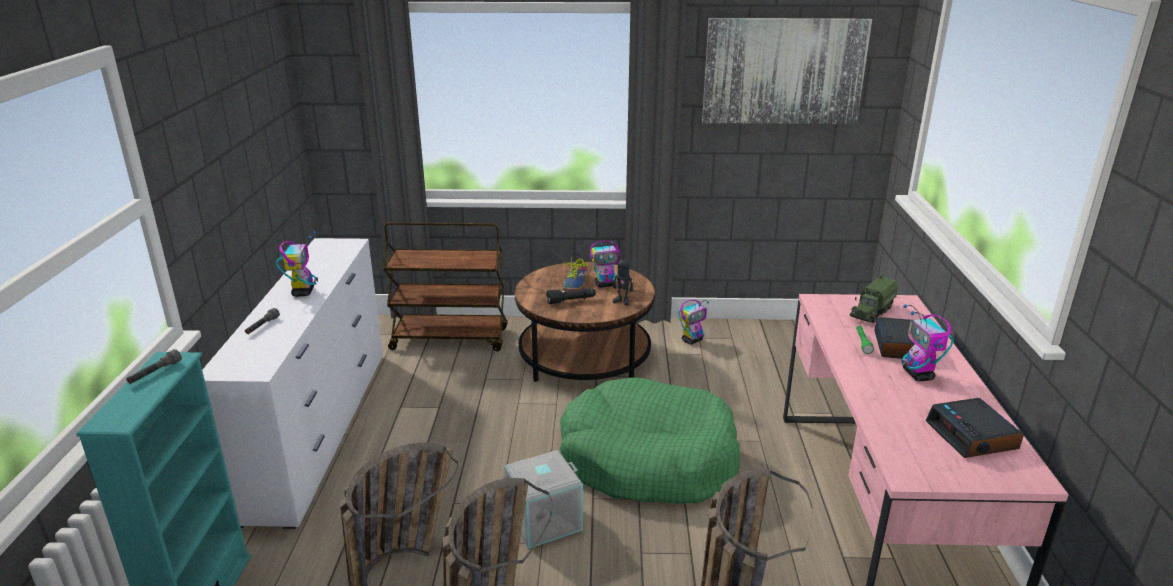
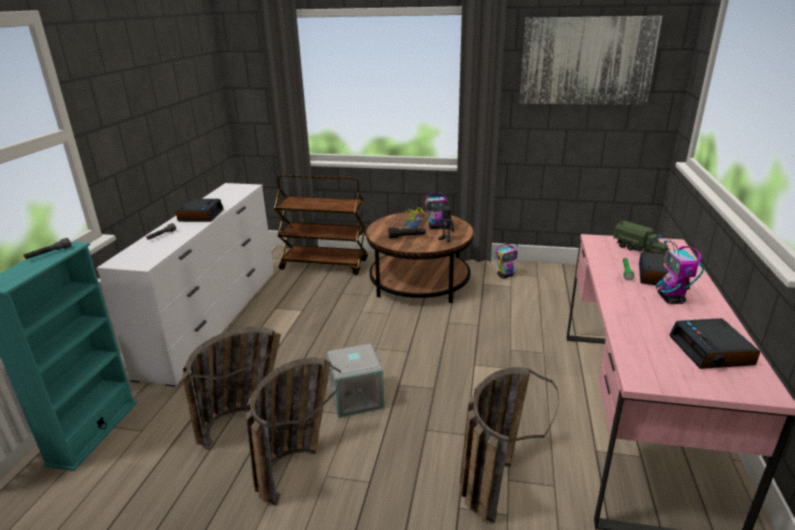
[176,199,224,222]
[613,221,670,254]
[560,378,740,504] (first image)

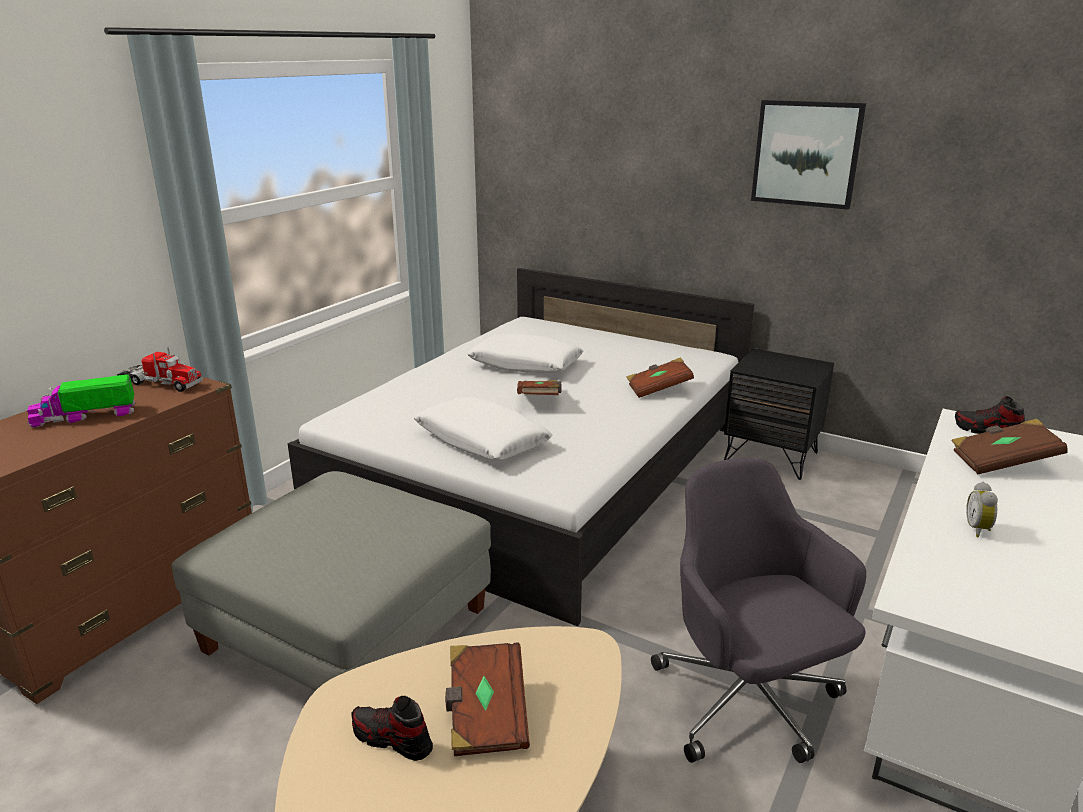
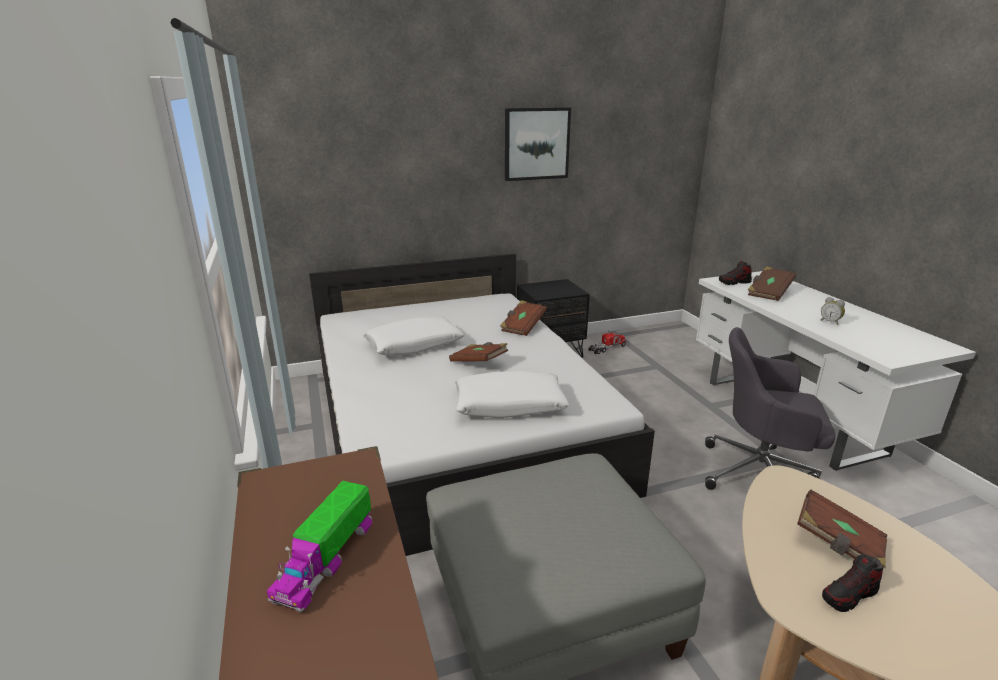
[589,330,627,354]

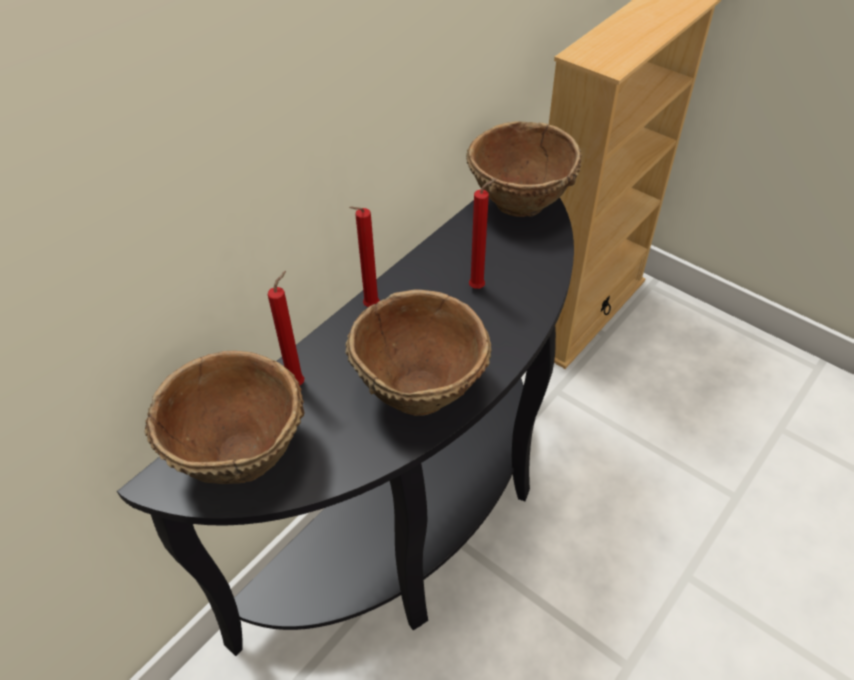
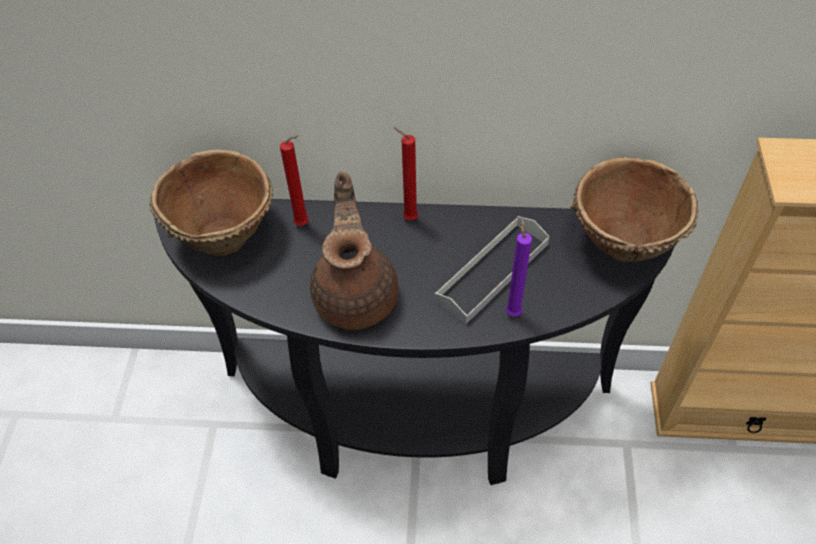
[310,172,398,330]
[434,216,550,324]
[506,216,532,317]

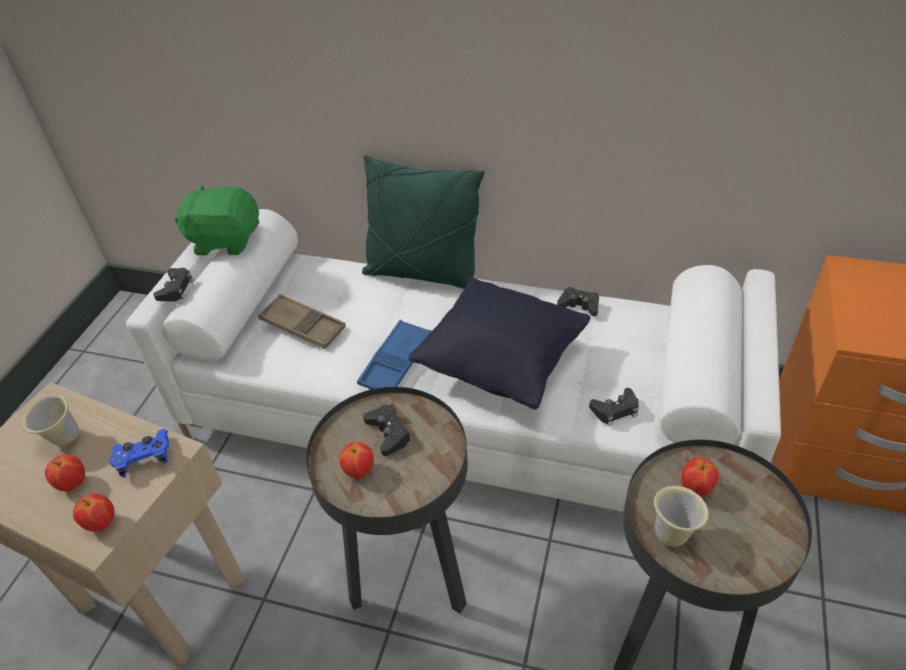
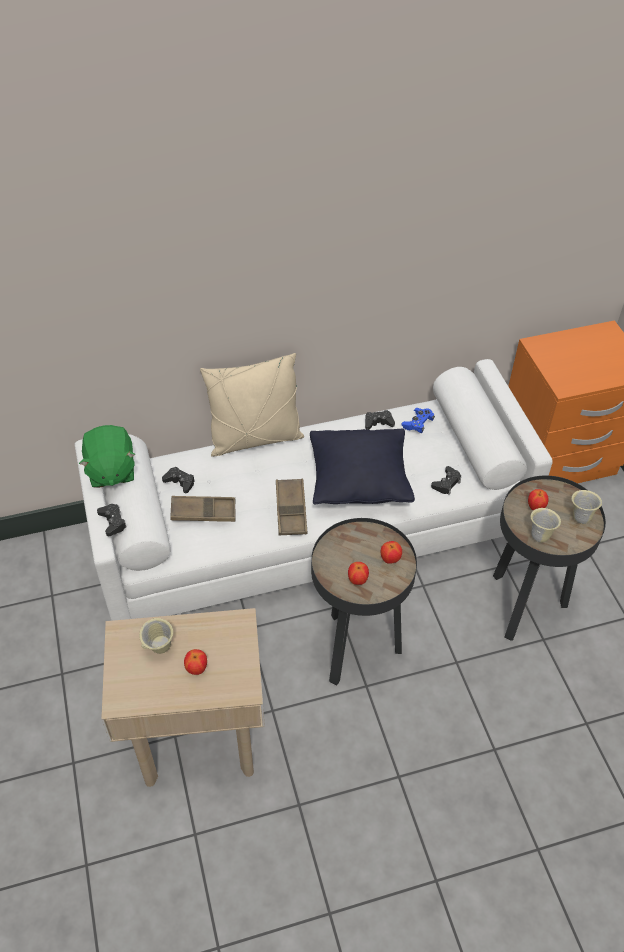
[79,425,135,488]
[162,467,195,493]
[200,353,304,457]
[276,479,307,535]
[381,541,402,564]
[401,408,435,433]
[571,490,602,524]

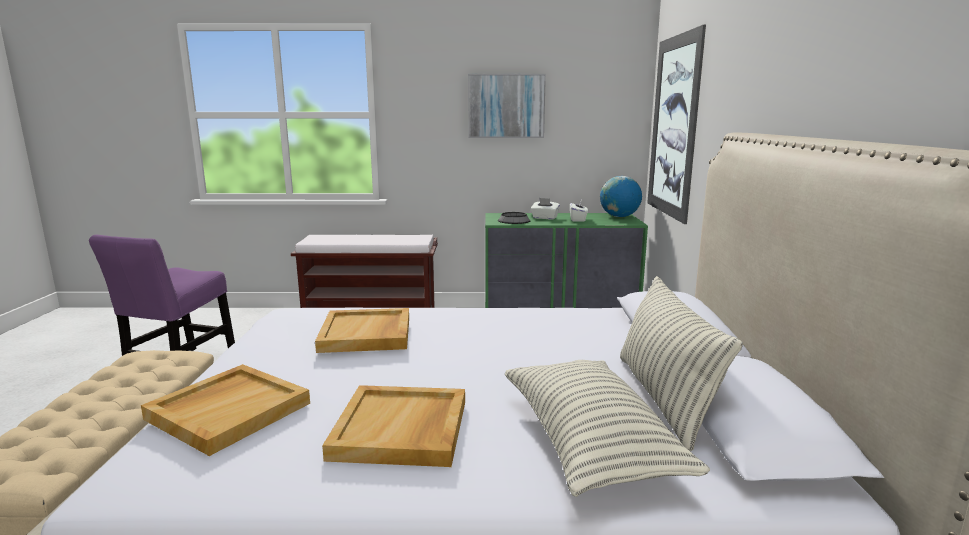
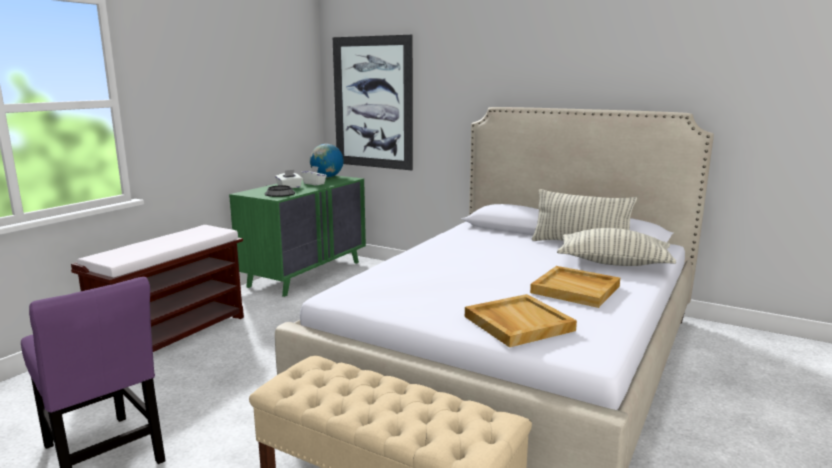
[315,308,409,353] (first image)
[468,74,546,138] (first image)

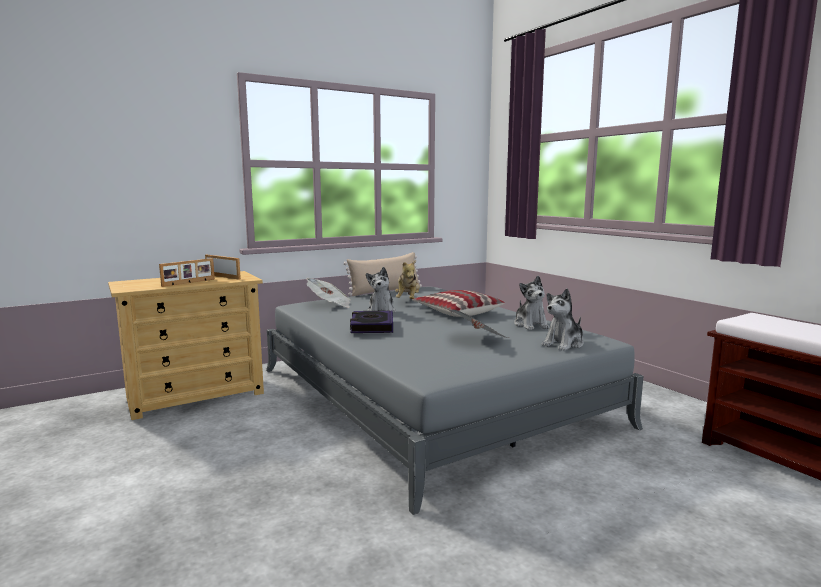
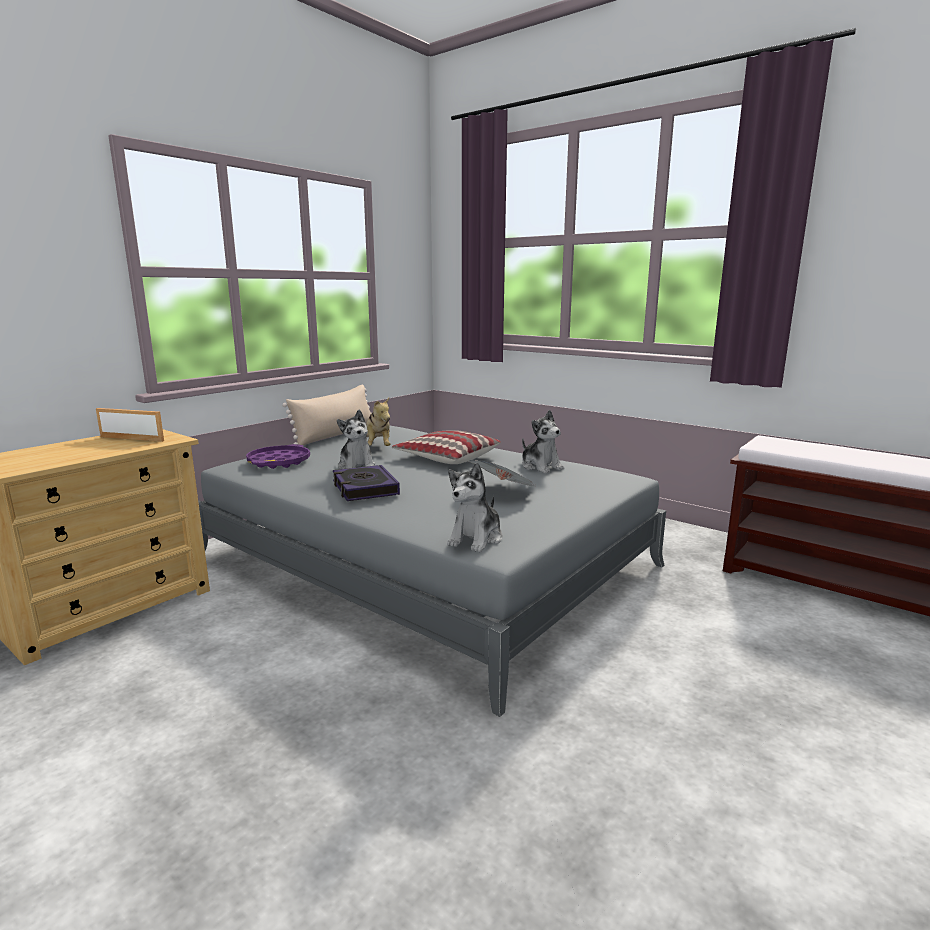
[246,444,310,469]
[447,463,502,552]
[159,258,215,287] (first image)

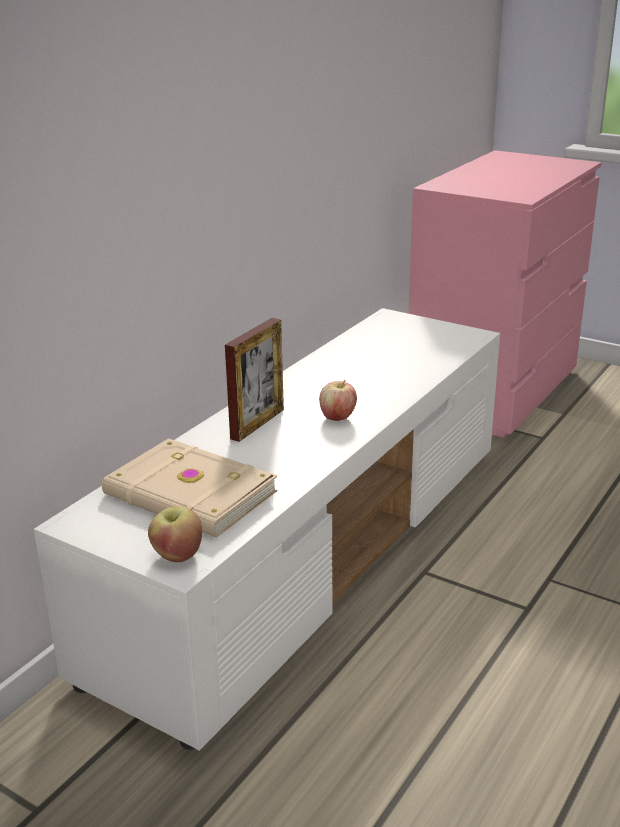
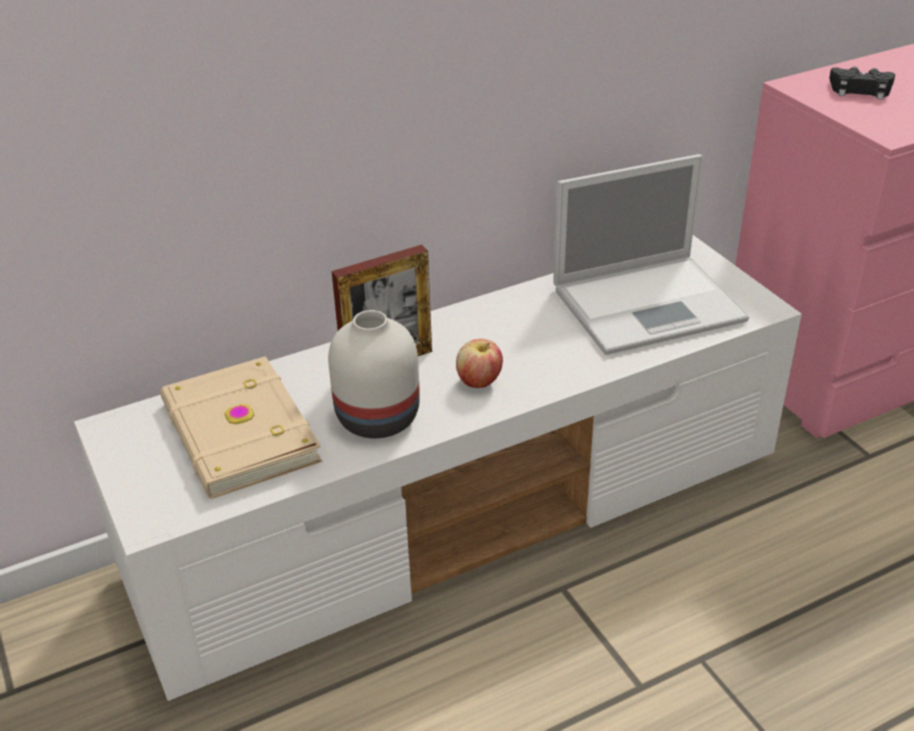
[328,310,420,438]
[553,154,749,355]
[829,66,895,99]
[148,506,202,562] (first image)

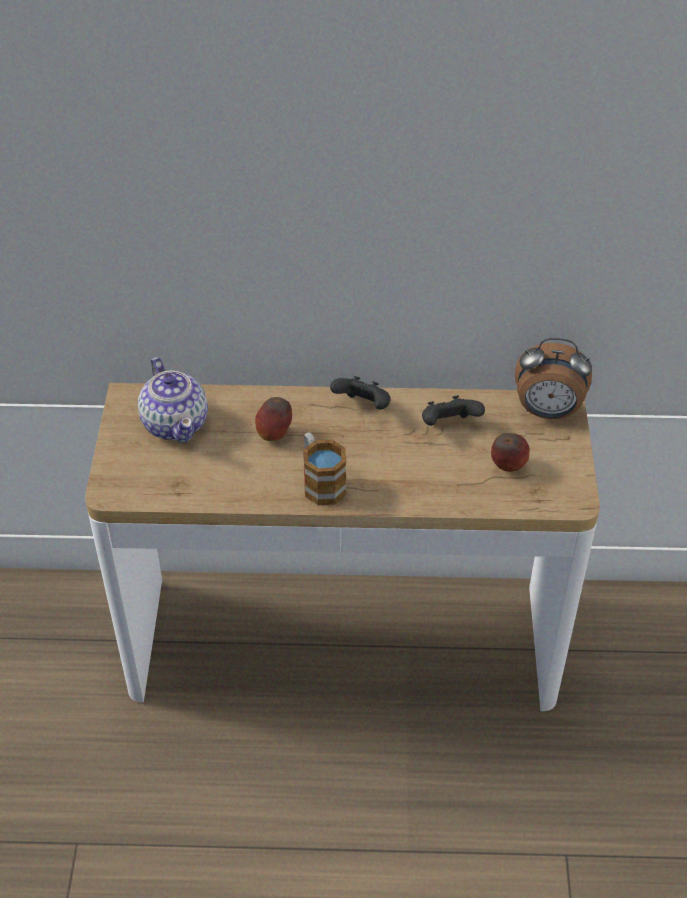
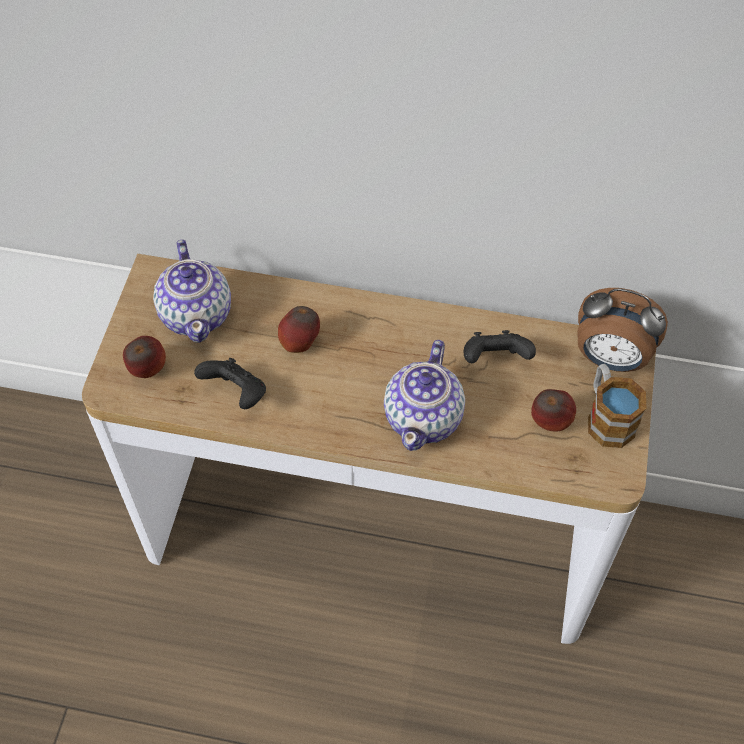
[123,336,166,378]
[194,358,266,409]
[384,340,465,451]
[588,364,646,448]

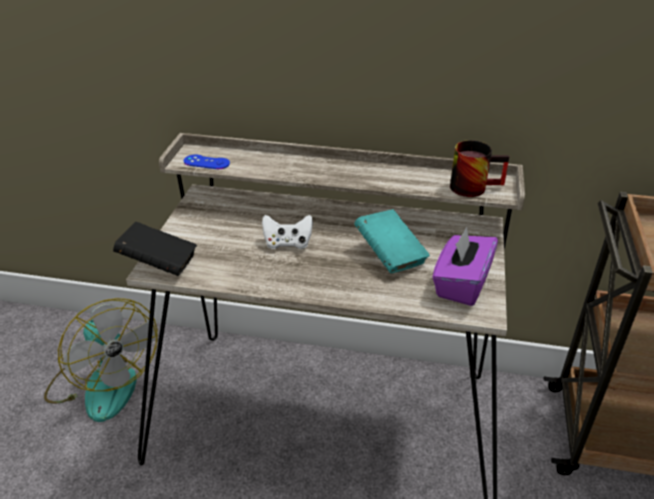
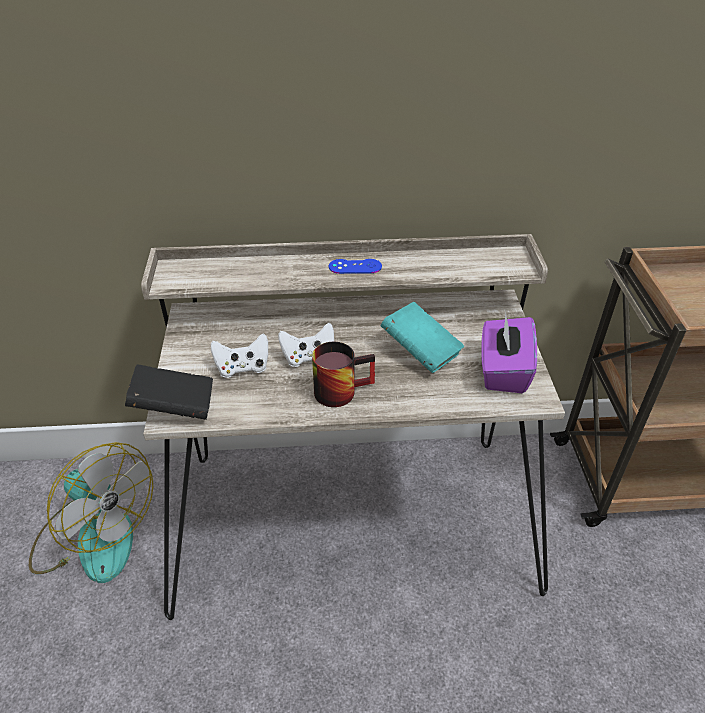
[211,333,268,378]
[312,342,375,407]
[329,259,382,274]

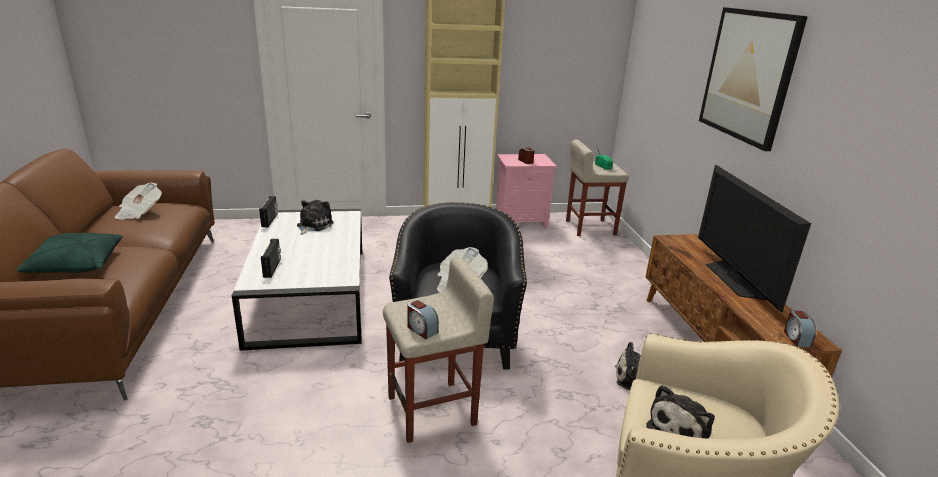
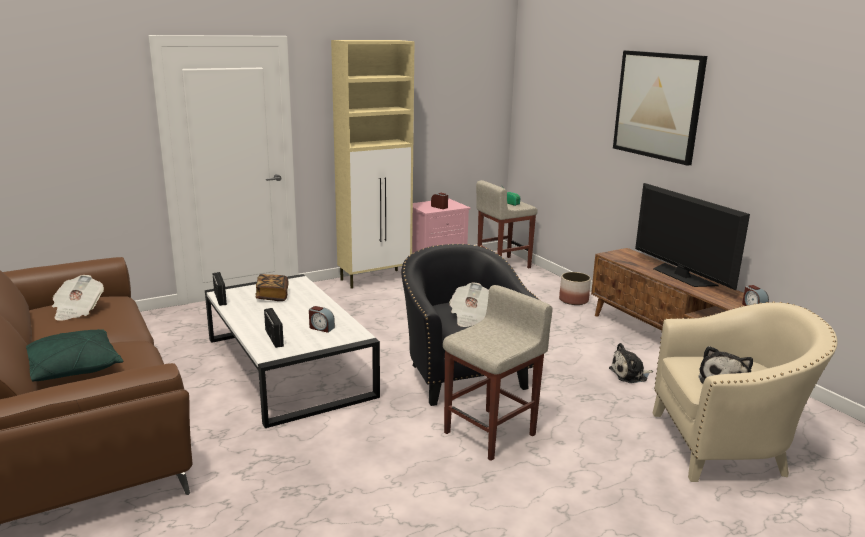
[255,274,289,301]
[309,306,335,333]
[559,272,591,305]

